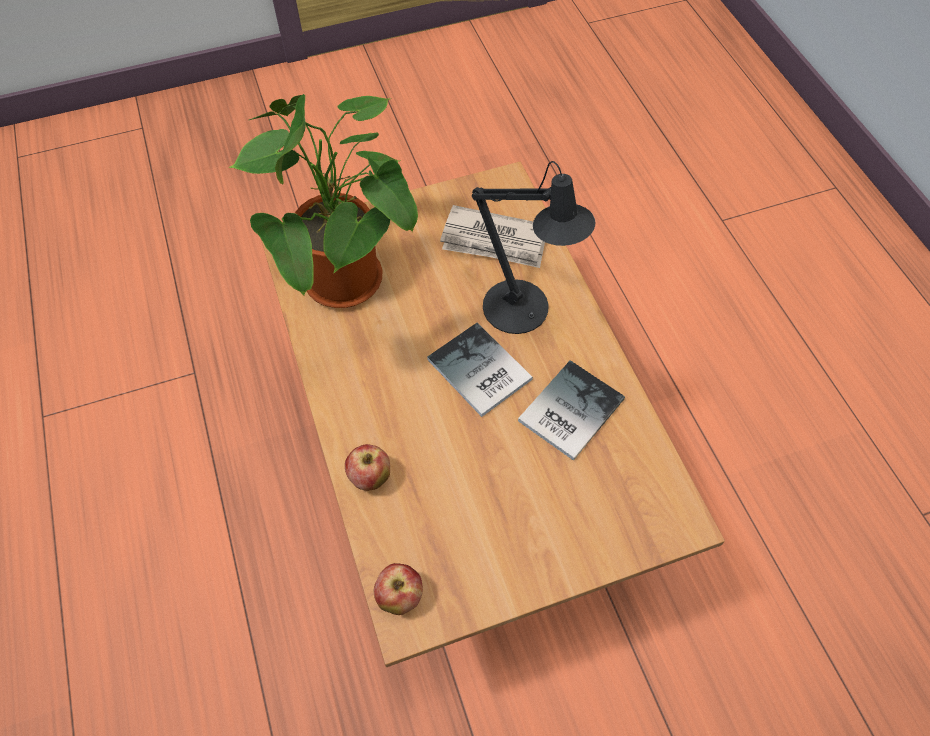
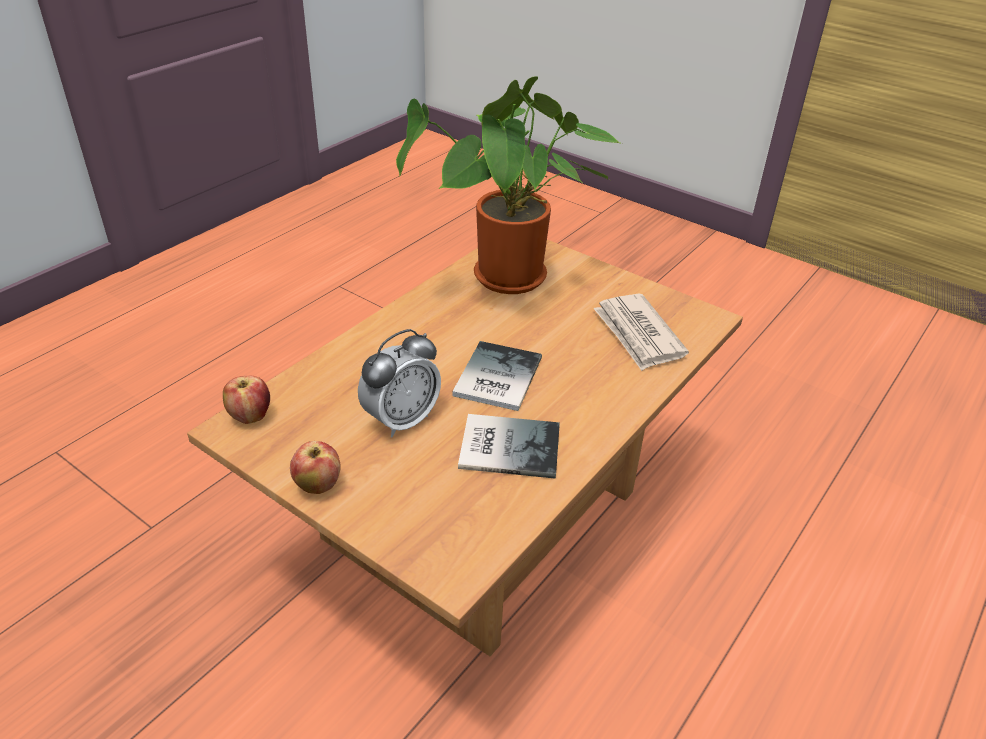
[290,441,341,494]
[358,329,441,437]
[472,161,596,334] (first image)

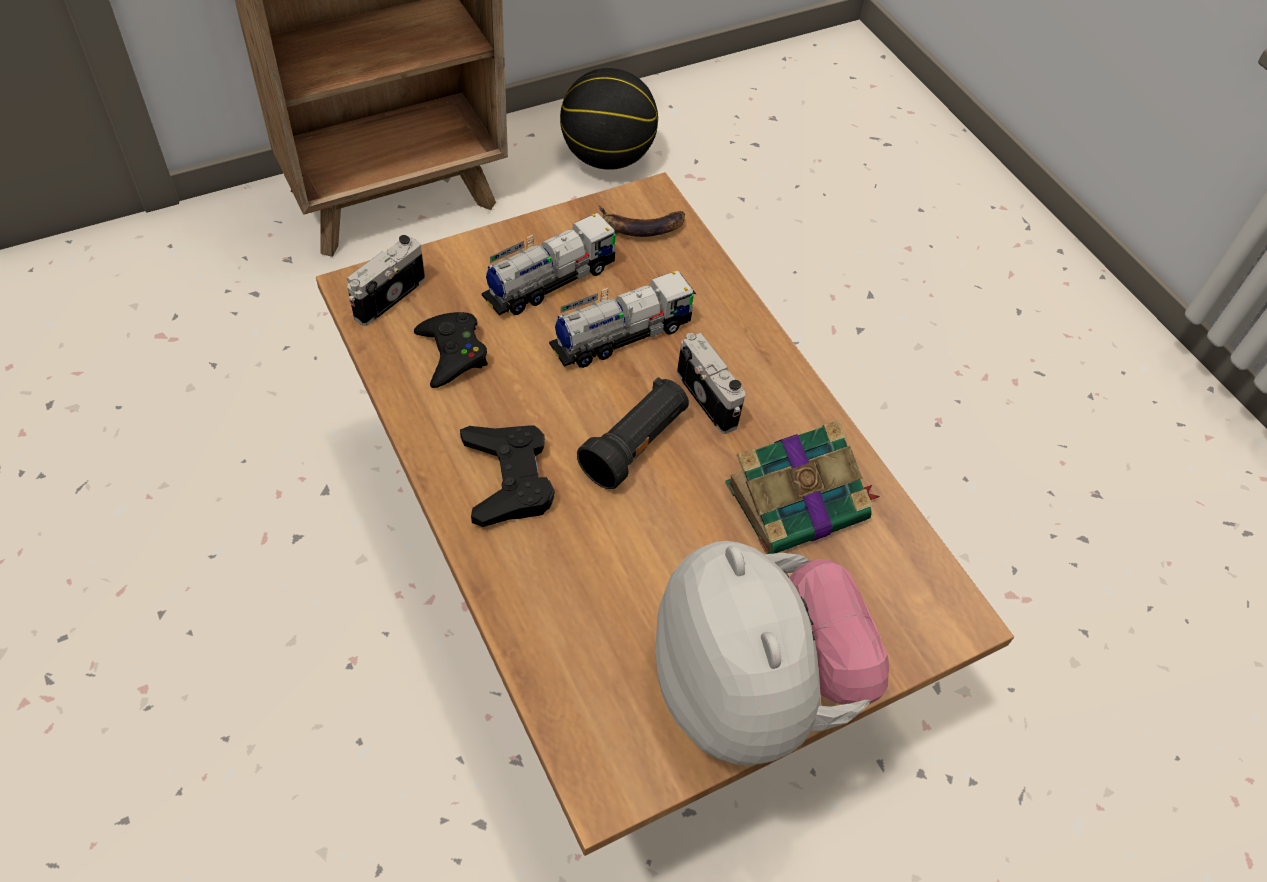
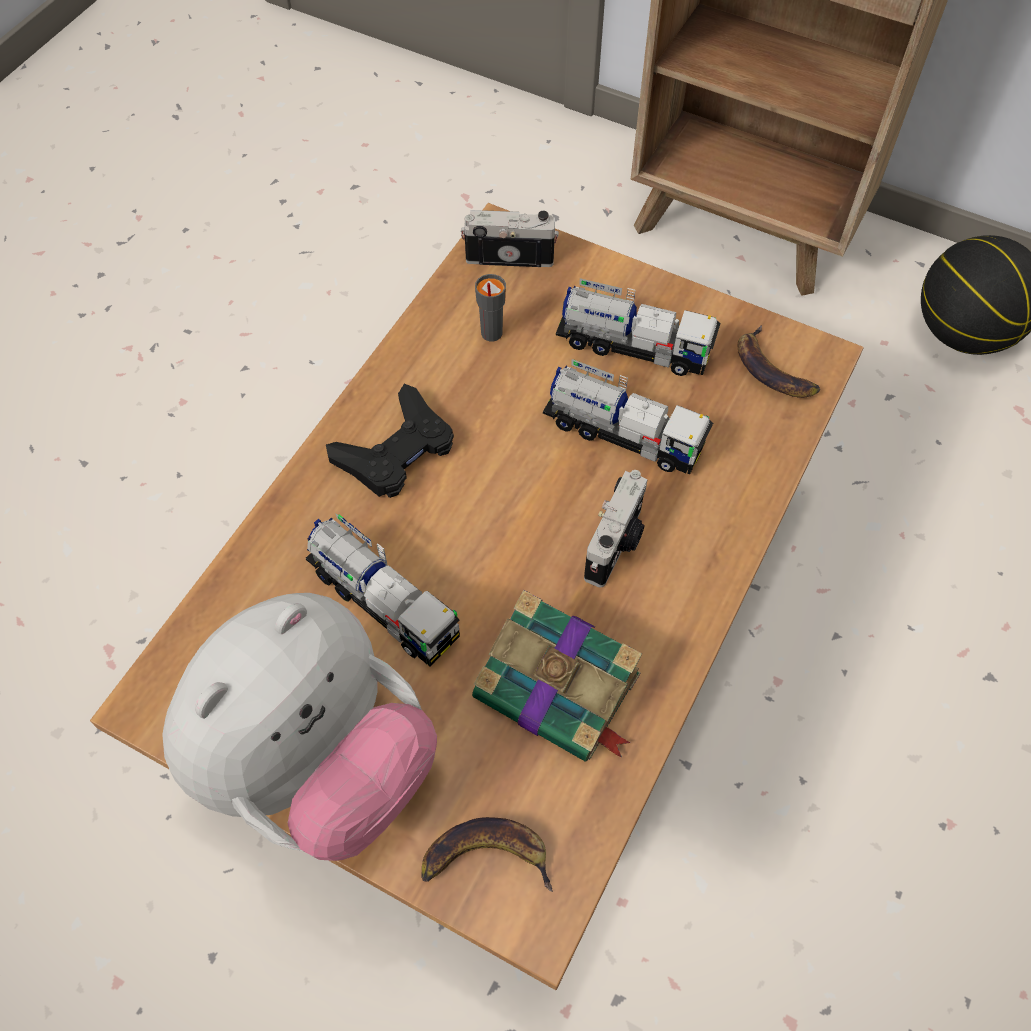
[306,513,460,667]
[421,817,553,892]
[475,274,506,342]
[577,377,689,489] (first image)

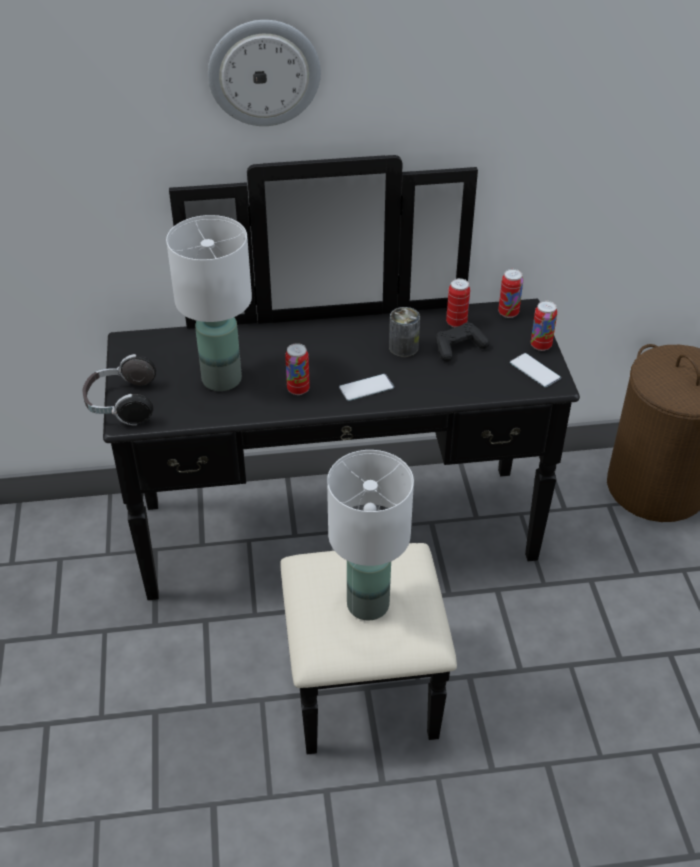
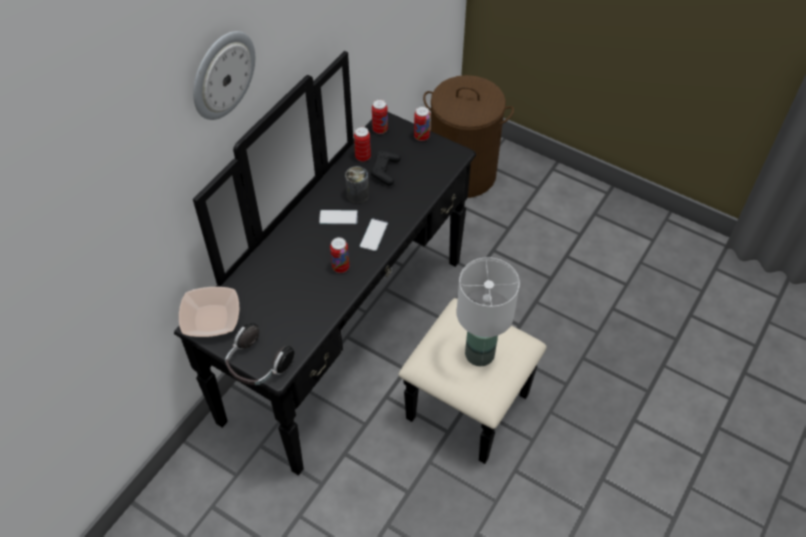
[179,287,240,337]
[319,210,358,224]
[166,215,252,391] (first image)

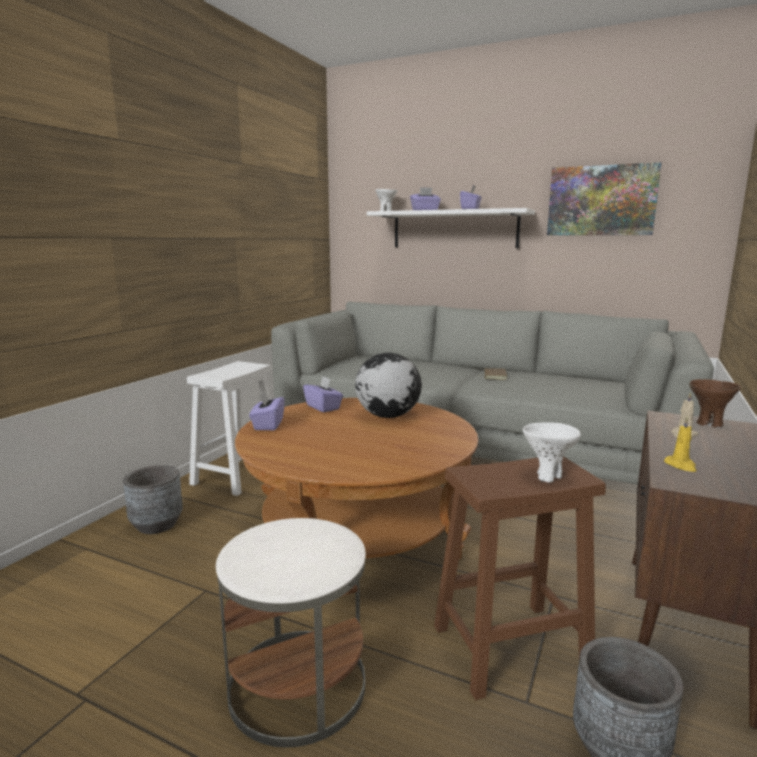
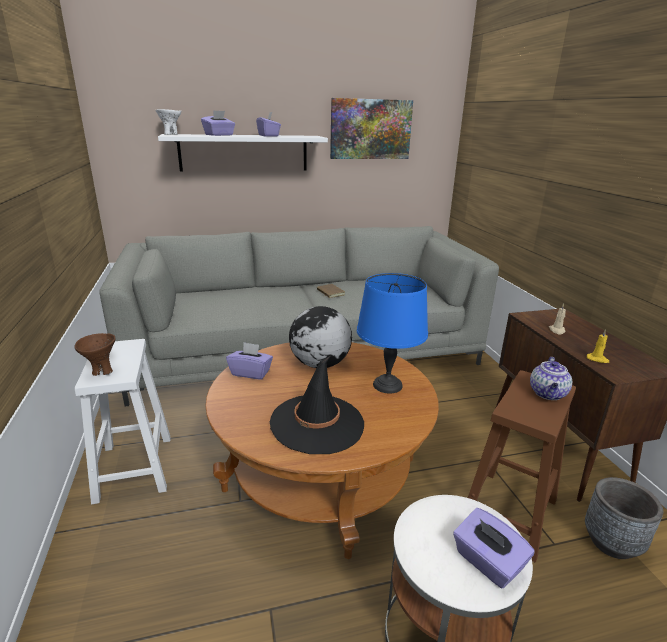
[74,333,116,376]
[270,356,364,454]
[357,273,428,393]
[453,508,535,588]
[530,357,572,400]
[123,465,183,534] (first image)

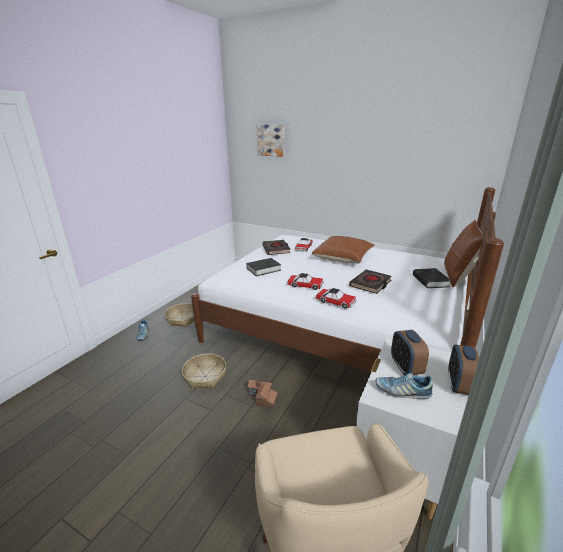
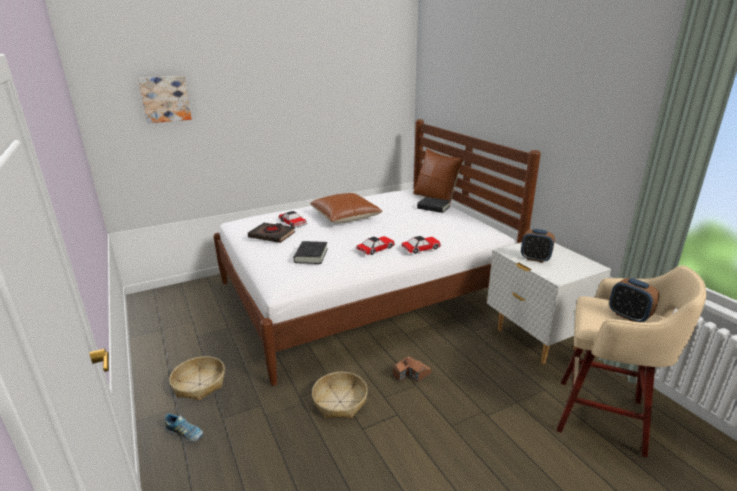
[609,278,659,322]
[349,270,392,294] (first image)
[376,372,433,399] (first image)

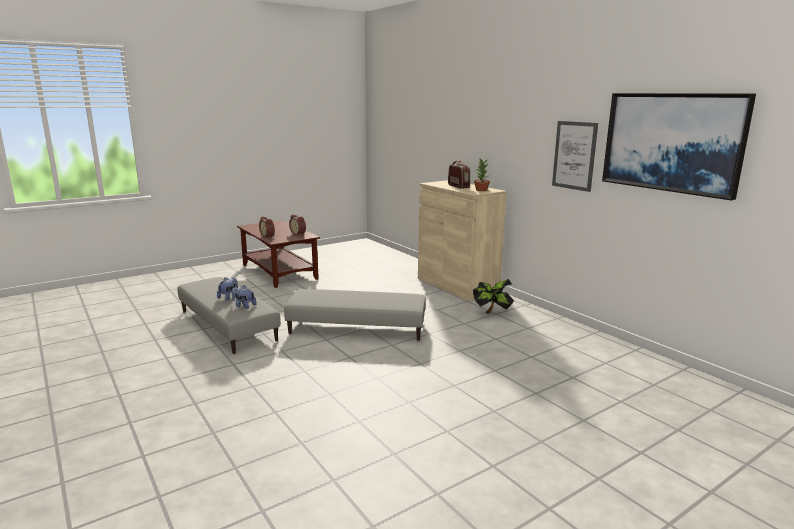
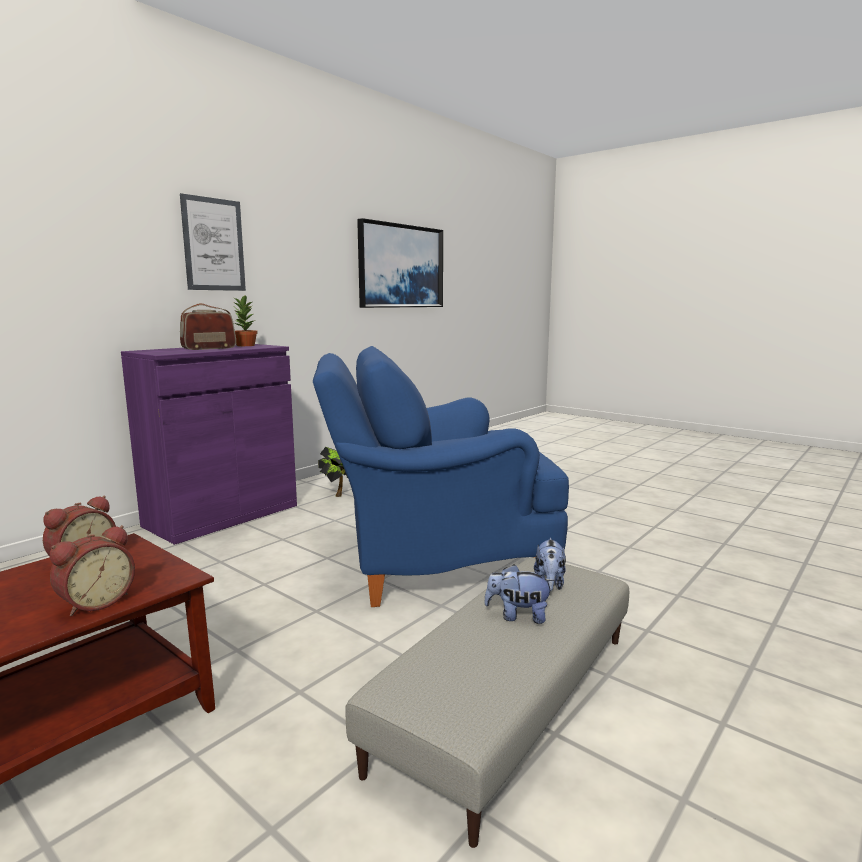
[121,344,297,545]
[180,193,246,291]
[313,346,569,607]

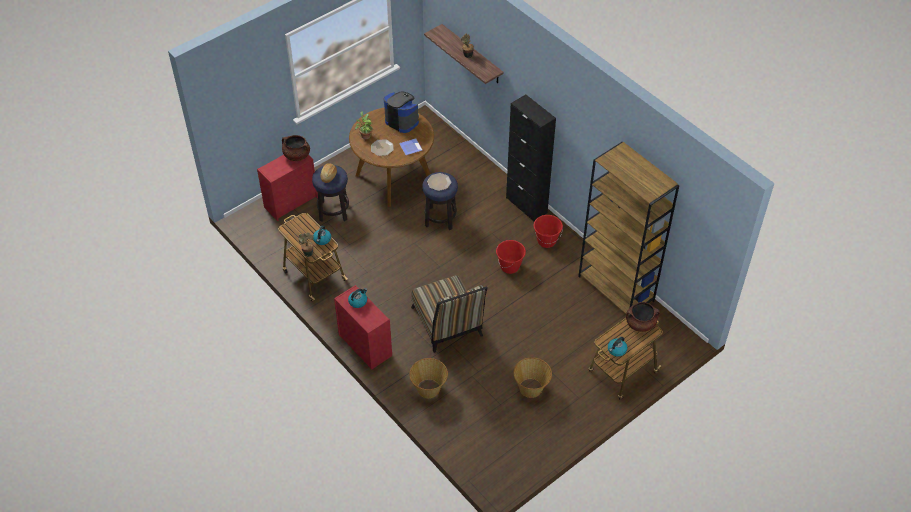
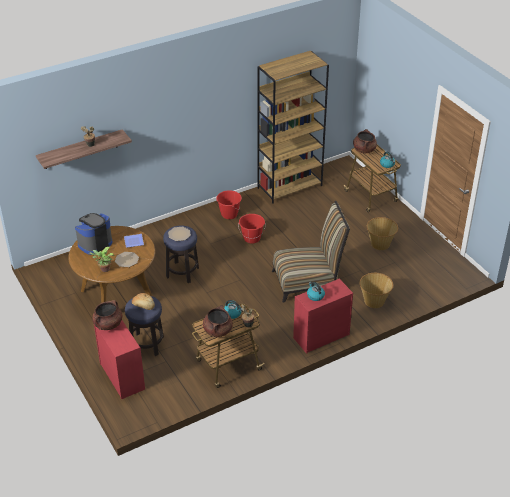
[203,305,233,337]
[506,95,556,222] (first image)

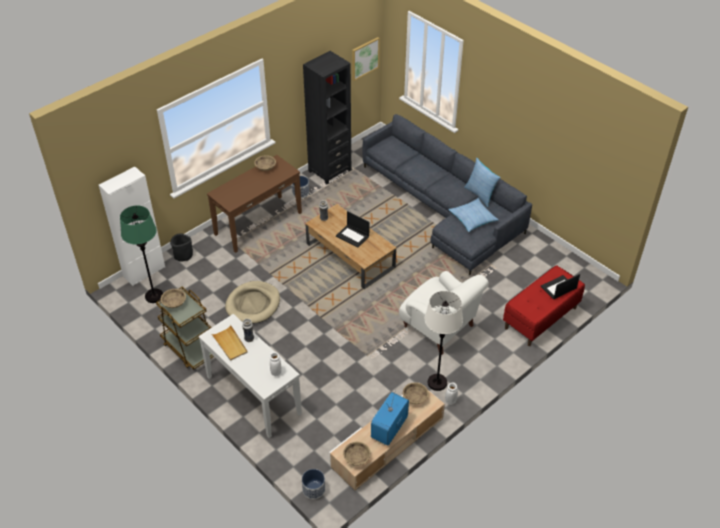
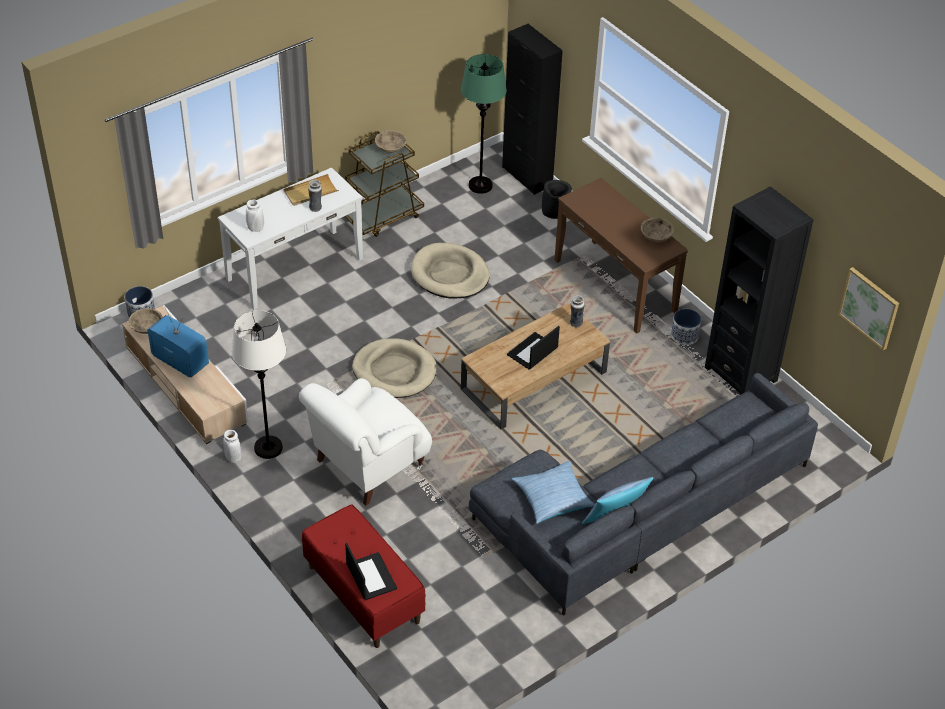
[352,338,437,398]
[502,24,563,195]
[403,382,429,404] (first image)

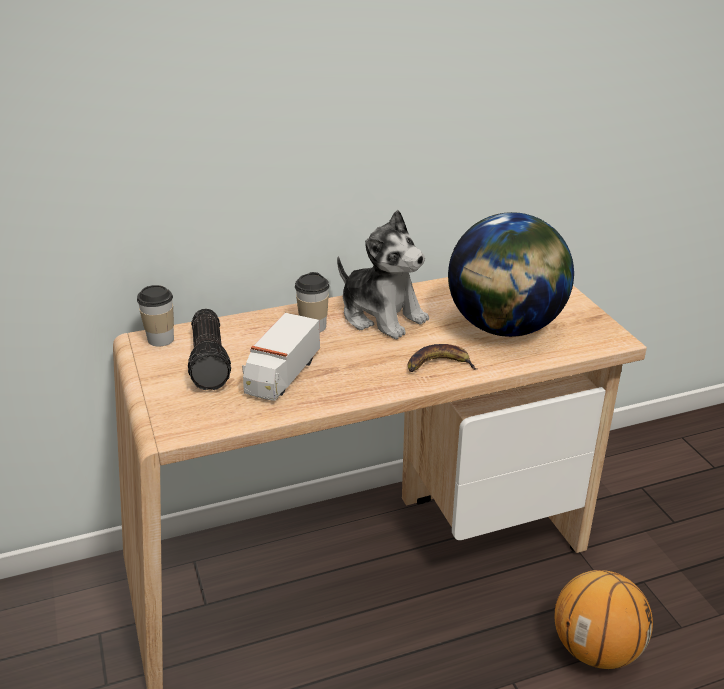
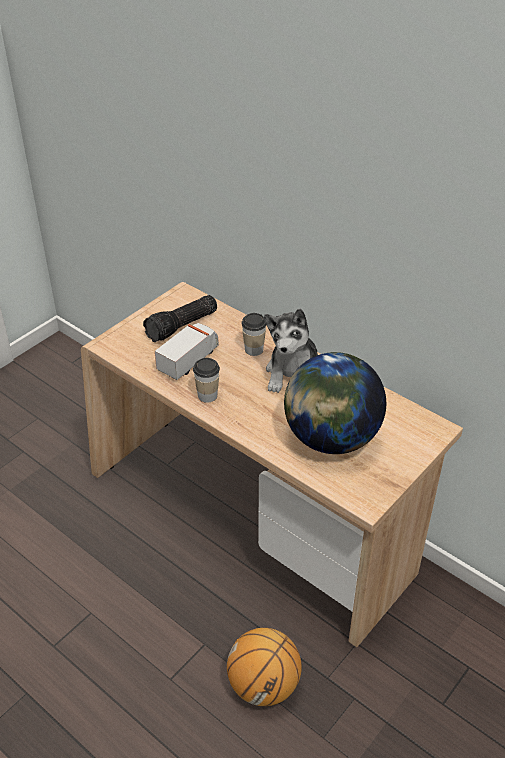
[155,323,219,380]
[193,358,220,403]
[408,344,476,372] (first image)

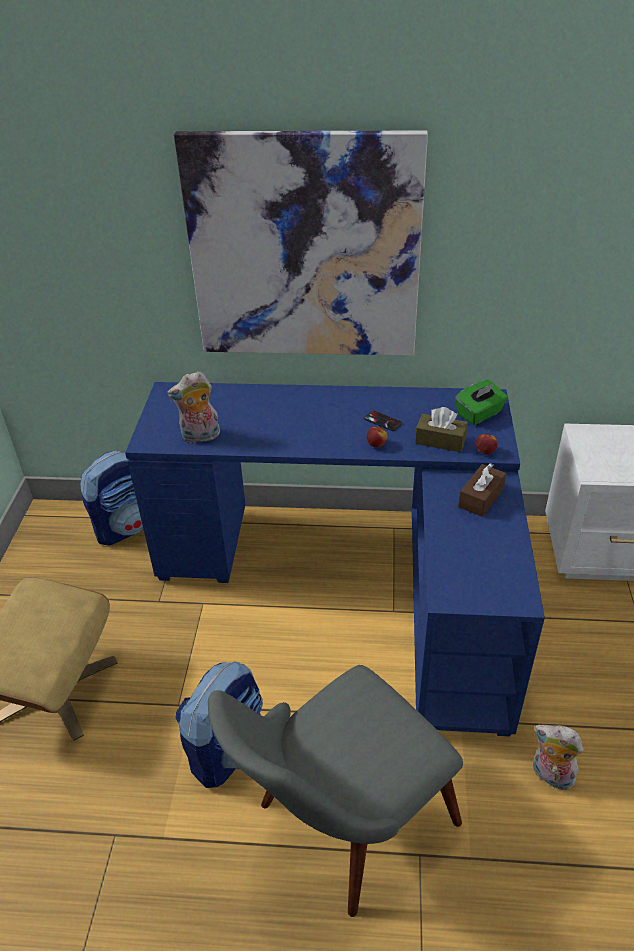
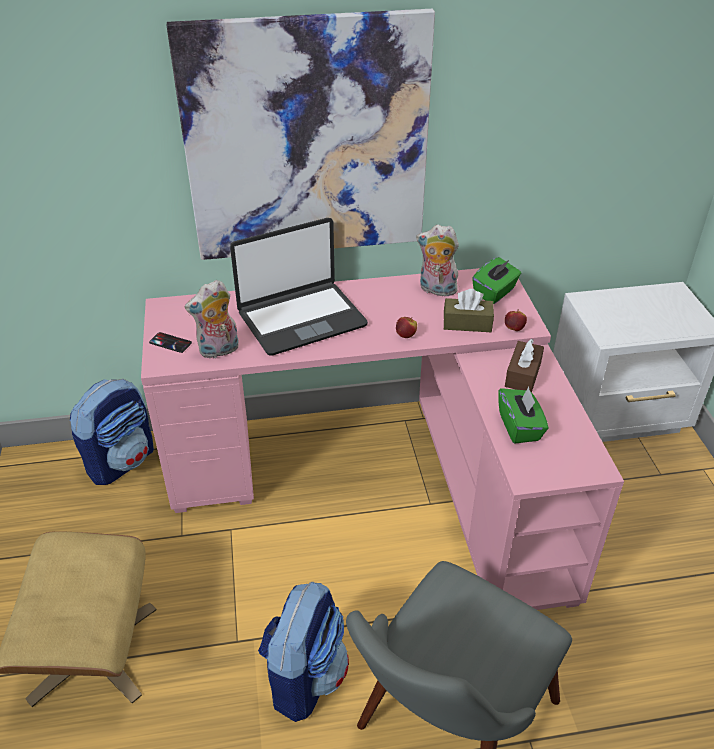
[141,268,624,610]
[149,332,192,353]
[230,218,368,356]
[416,224,459,296]
[498,387,549,444]

